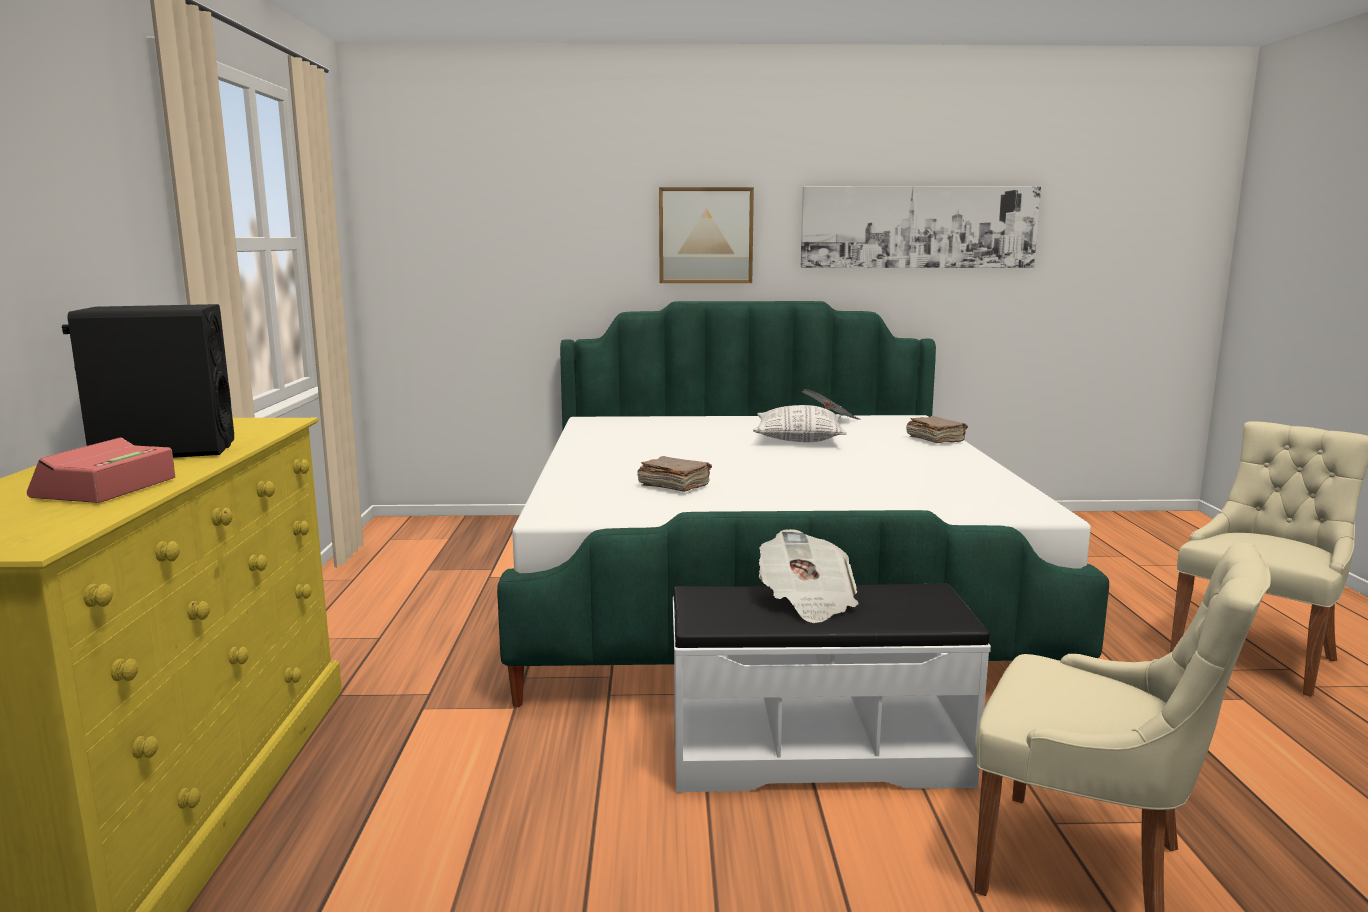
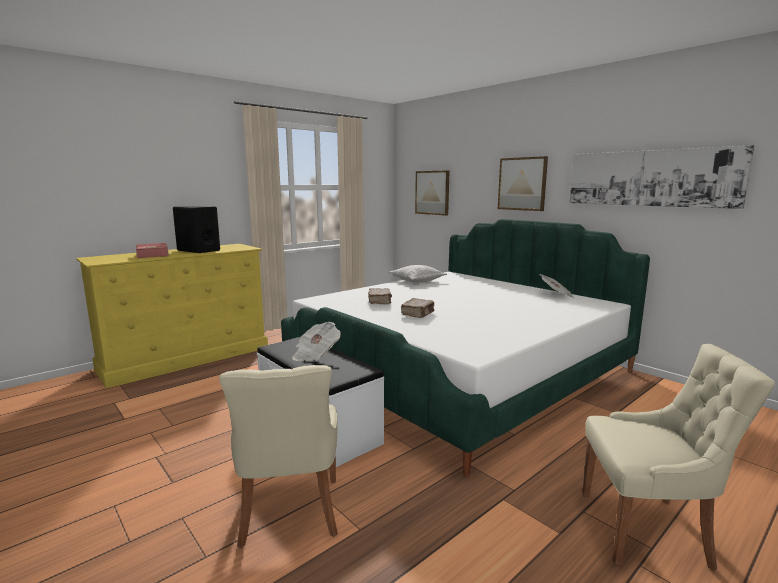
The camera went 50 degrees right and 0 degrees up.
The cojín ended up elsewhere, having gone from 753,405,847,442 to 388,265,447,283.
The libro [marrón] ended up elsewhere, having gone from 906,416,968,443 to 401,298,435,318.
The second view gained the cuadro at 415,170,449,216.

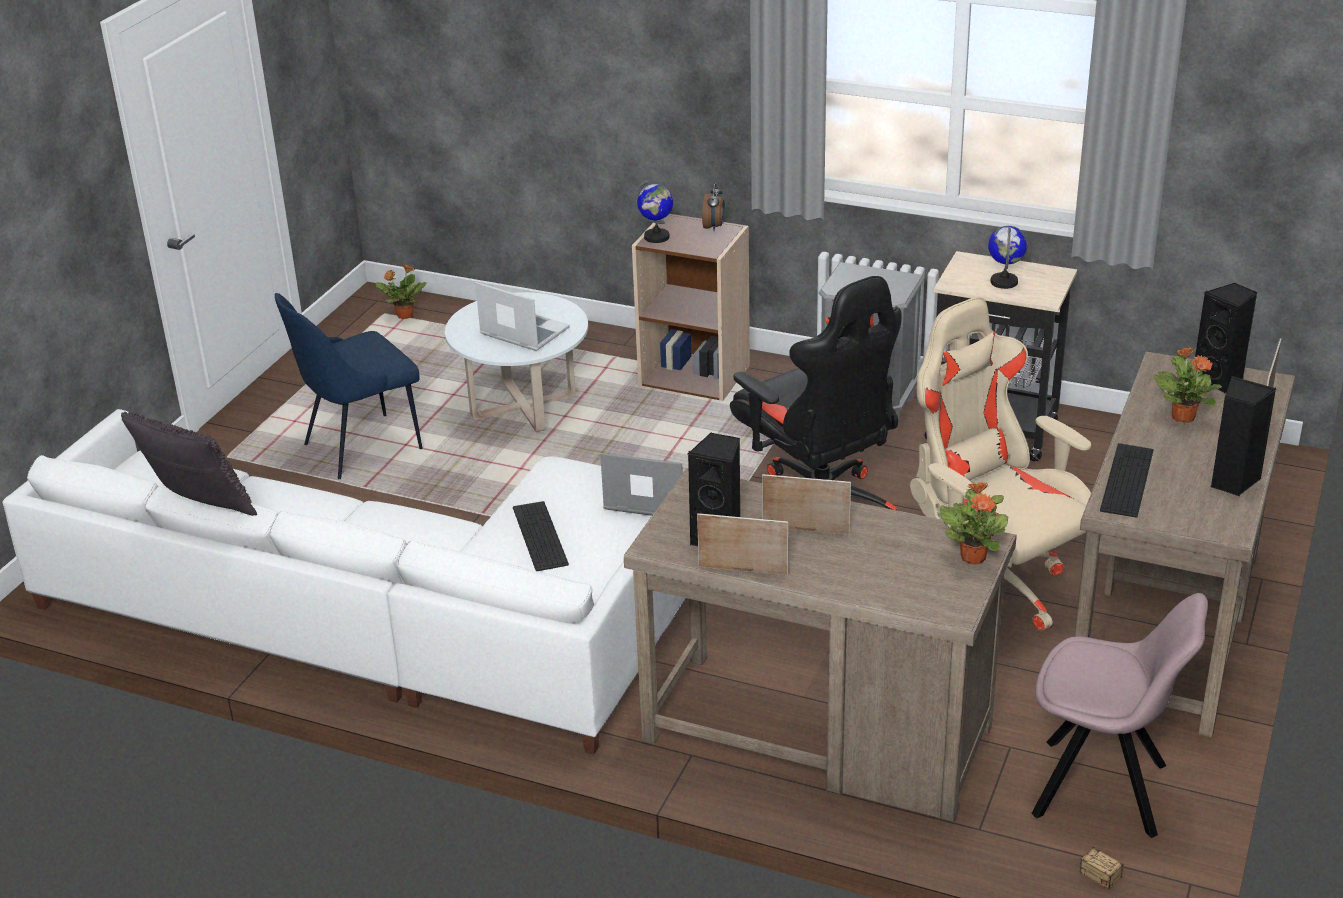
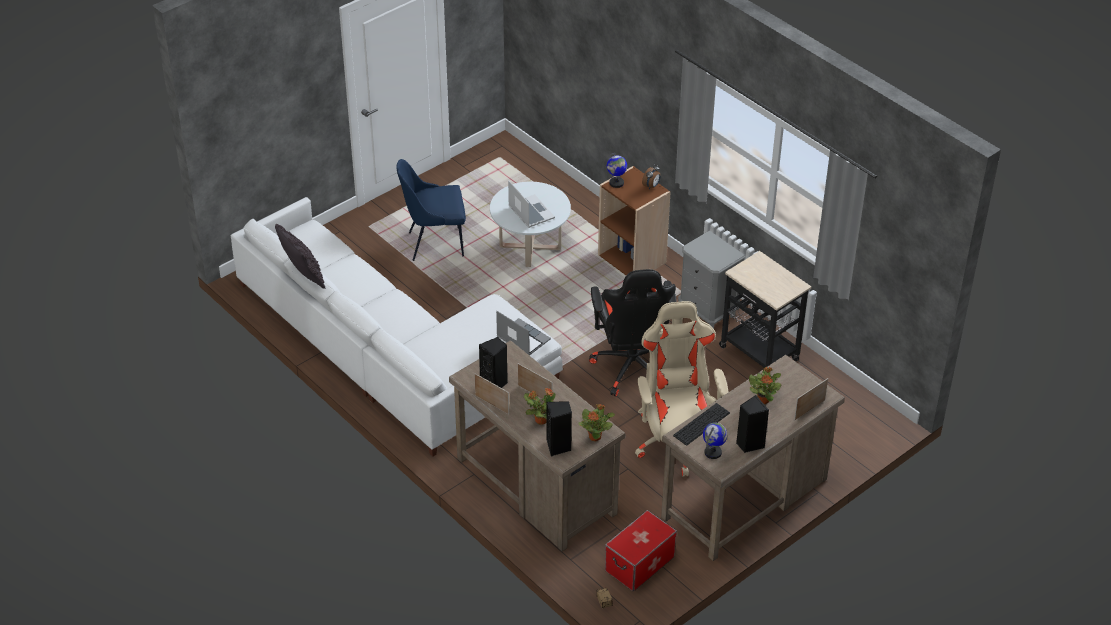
The camera went 25 degrees right and 10 degrees up.
The planta en maceta ended up elsewhere, having gone from 376,264,427,319 to 524,388,556,425.
The second view lost the teclado at 513,501,569,571.
The globo terráqueo ended up elsewhere, having gone from 988,226,1027,289 to 703,423,727,459.
Where the silla [rosa] stood at 1032,593,1208,838, the caja de almacenaje came to stand at 605,510,677,591.
The altavoz [negro] ended up elsewhere, having gone from 1192,283,1257,394 to 546,401,572,456.

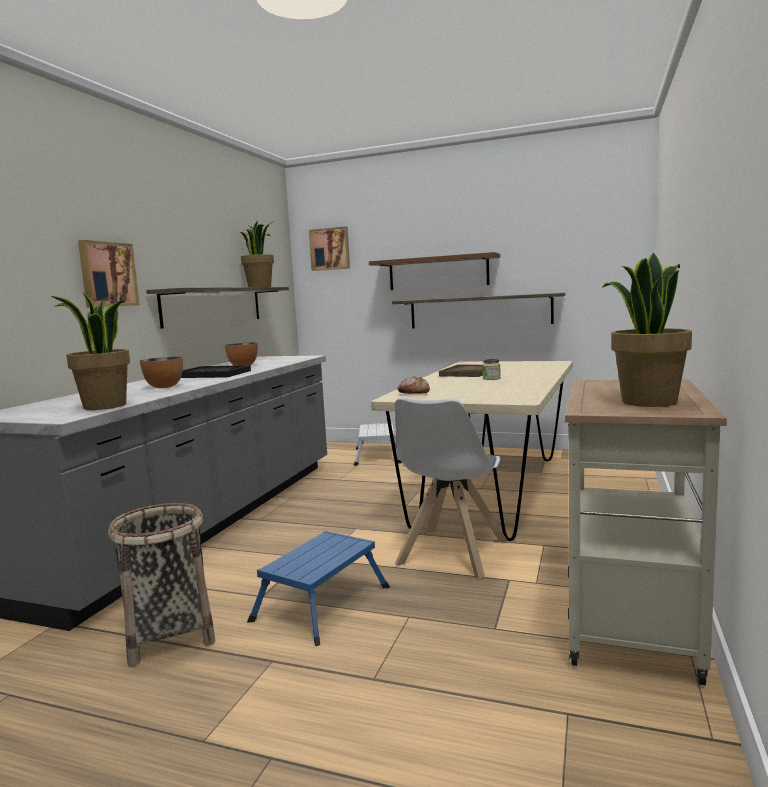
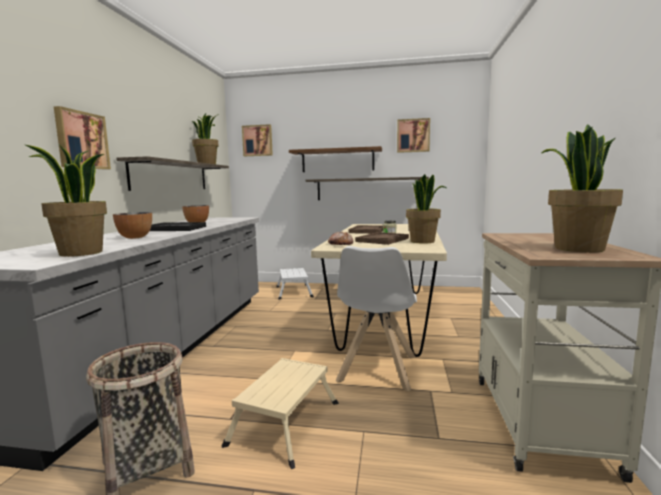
The camera went 10 degrees left and 0 degrees up.
What was the escalera de tijera [azul] at 247,531,390,646 turned into the escalera de tijera [beis] at 222,358,339,469.
The second view gained the bandeja [marrón] at 355,232,409,245.
The second view gained the cuadro at 397,118,430,153.
The second view gained the planta en maceta at 406,174,446,244.

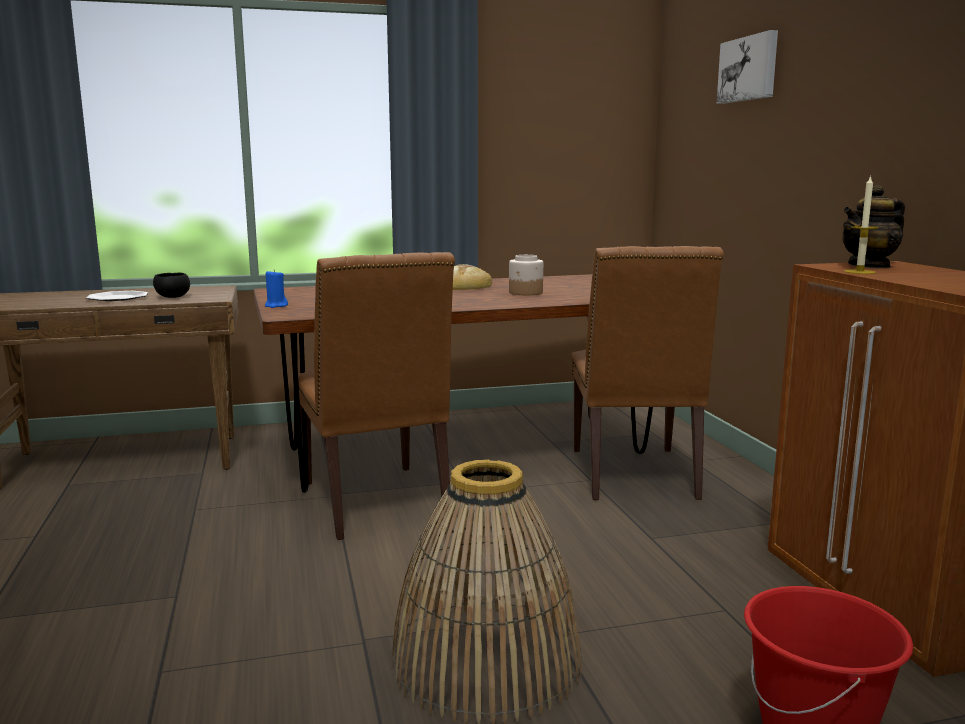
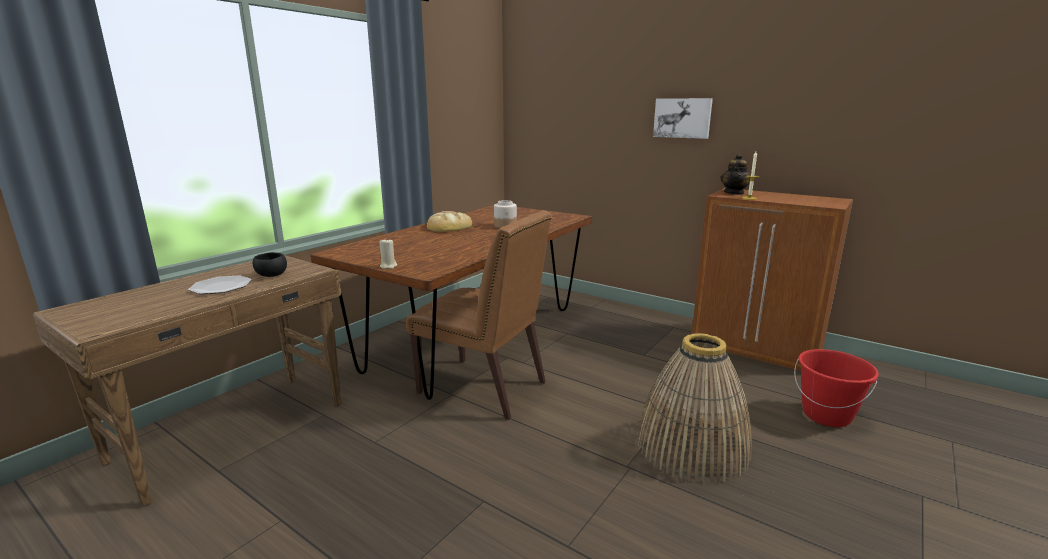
The camera went 40 degrees left and 5 degrees up.
What was the vela [azul] at 265,270,288,308 turned into the vela [beis] at 379,238,397,269.
The second view lost the silla [marrón] at 571,246,724,500.
The cuadro ended up elsewhere, having gone from 717,30,778,104 to 653,98,713,139.

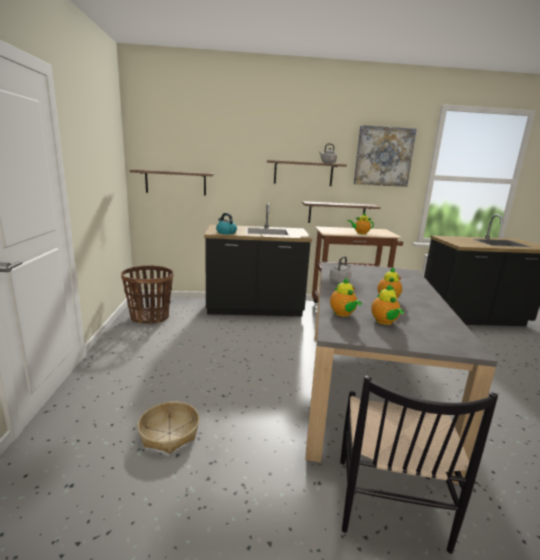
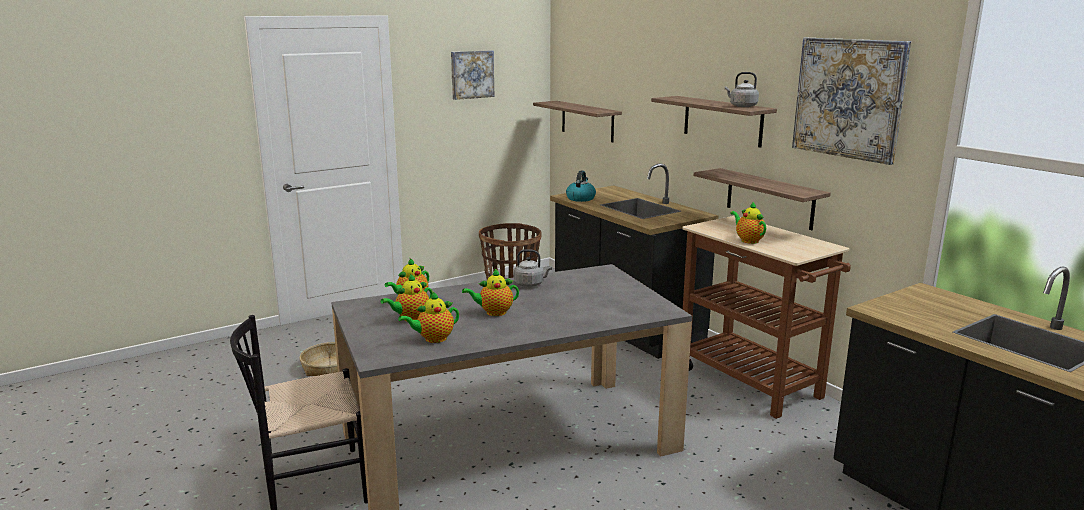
The camera went 60 degrees right and 0 degrees up.
The second view gained the tetera at 398,292,459,343.
The second view gained the cuadro at 451,50,494,100.

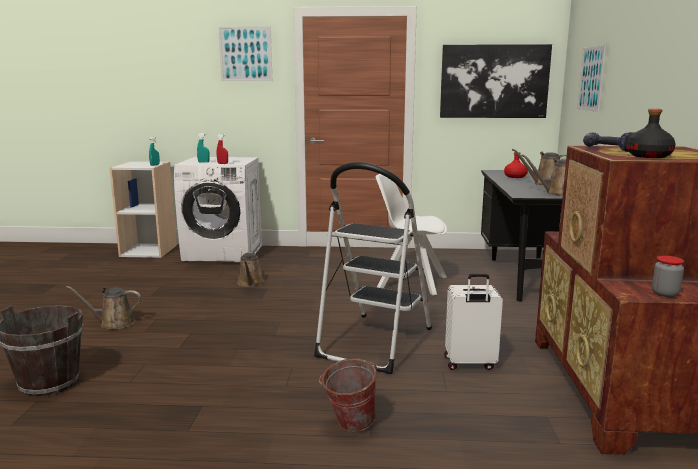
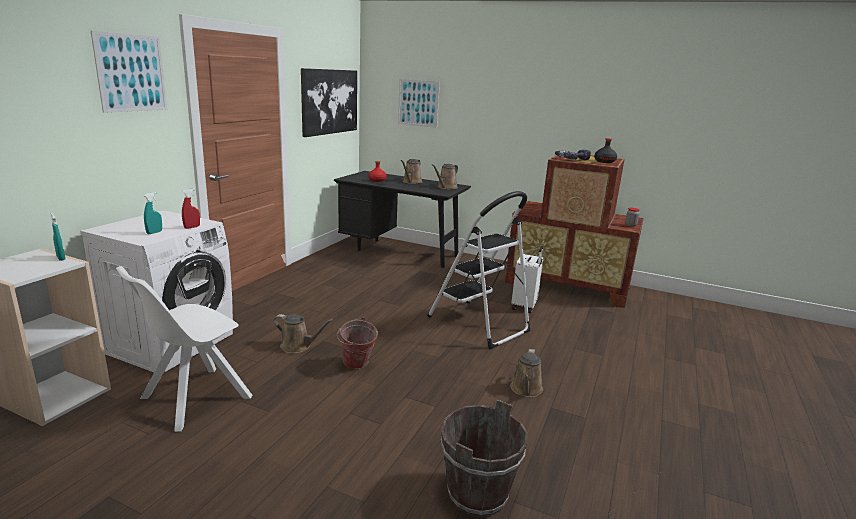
The camera went 70 degrees left and 5 degrees up.
The regadera [marrón] ended up elsewhere, having gone from 66,286,141,330 to 510,349,543,397.
The cubo ended up elsewhere, having gone from 319,358,377,432 to 337,318,378,369.
The silla [blanco] ended up elsewhere, having gone from 375,174,447,295 to 116,266,252,432.

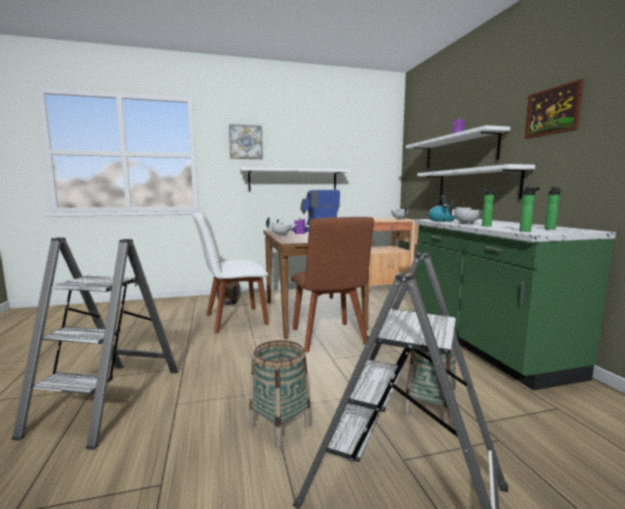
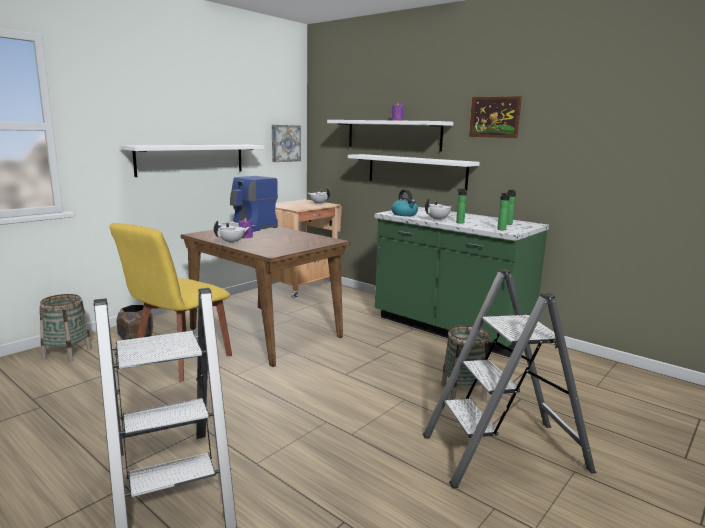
The camera went 35 degrees left and 5 degrees up.
What was the silla [blanco] at 192,212,269,333 turned into the silla [amarillo] at 110,223,232,382.
The cuadro ended up elsewhere, having gone from 229,124,263,159 to 272,125,301,162.
The cesta ended up elsewhere, having gone from 249,340,312,448 to 40,294,92,362.
The second view lost the silla [marrón] at 291,217,374,353.

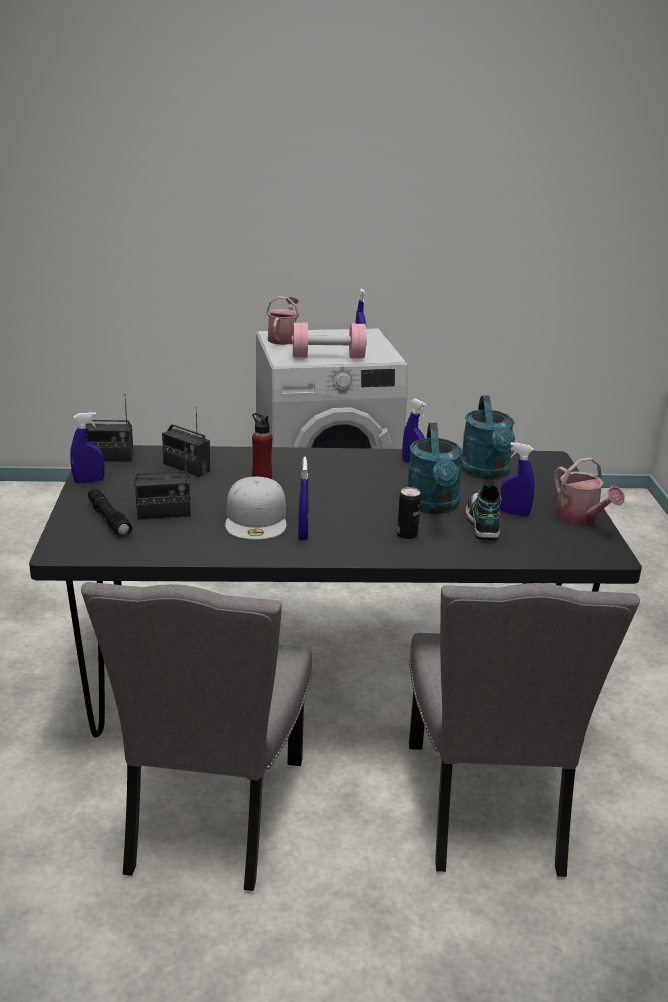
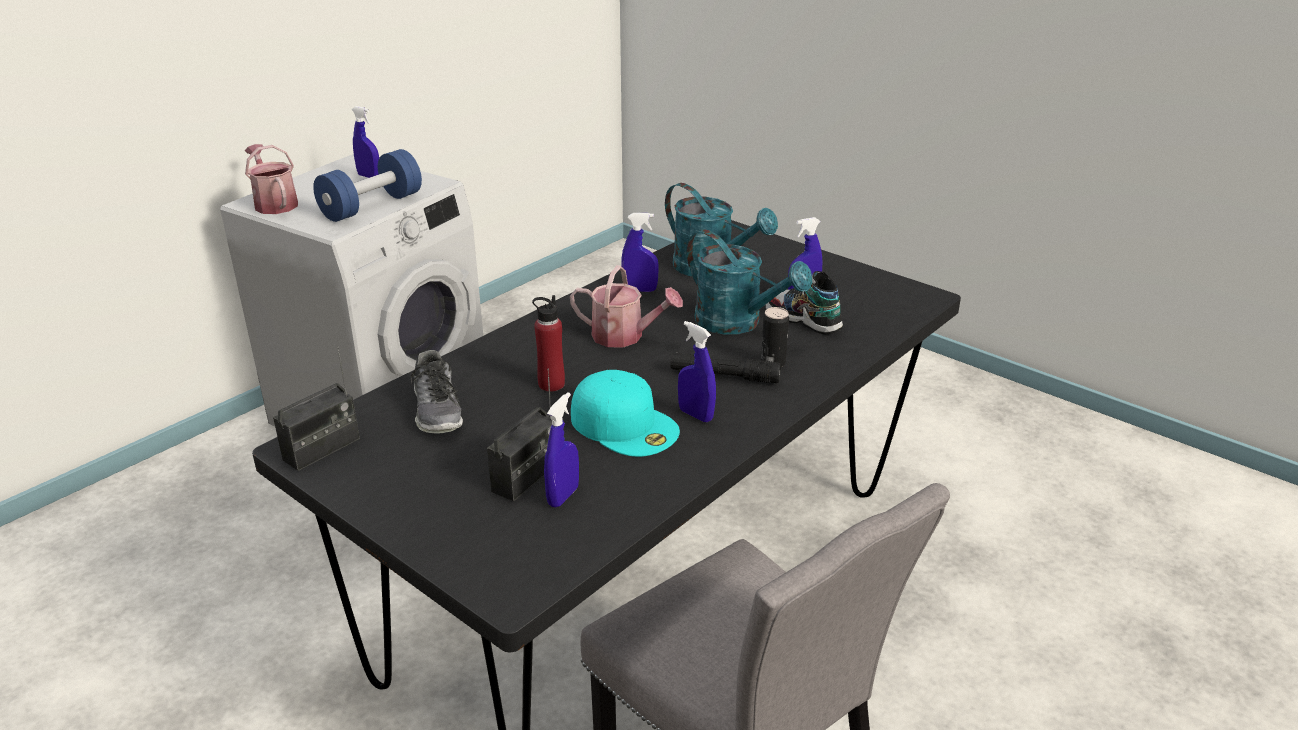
The camera went 45 degrees left and 5 degrees up.
The pulverizador [azul] ended up elsewhere, having gone from 70,412,105,483 to 544,392,579,508.
The linterna [negro] ended up elsewhere, having gone from 88,489,132,538 to 670,353,781,383.
Where the radio stood at 162,407,210,477, the zapato came to stand at 411,350,463,434.
What was the gorra [blanco] at 225,476,287,540 turned into the gorra [turquesa] at 571,370,680,457.
What was the mancuerna [rosa] at 291,323,367,358 turned into the mancuerna [azul] at 313,149,422,222.
The second view lost the silla [gris] at 409,583,640,877.
The regadera ended up elsewhere, having gone from 554,457,624,525 to 570,265,683,347.

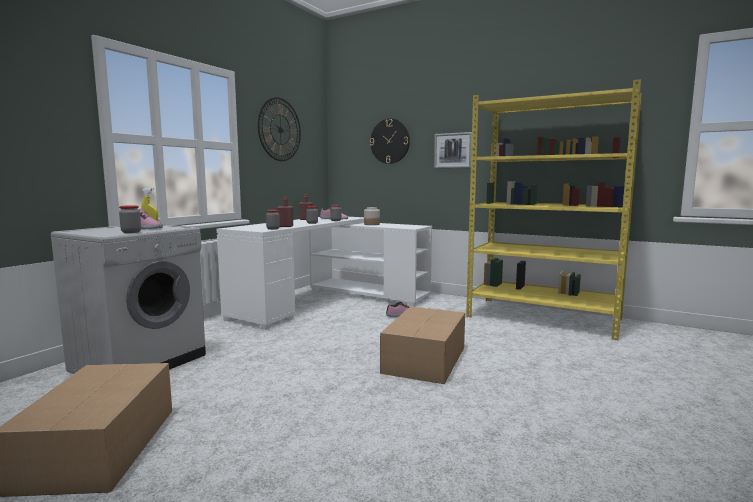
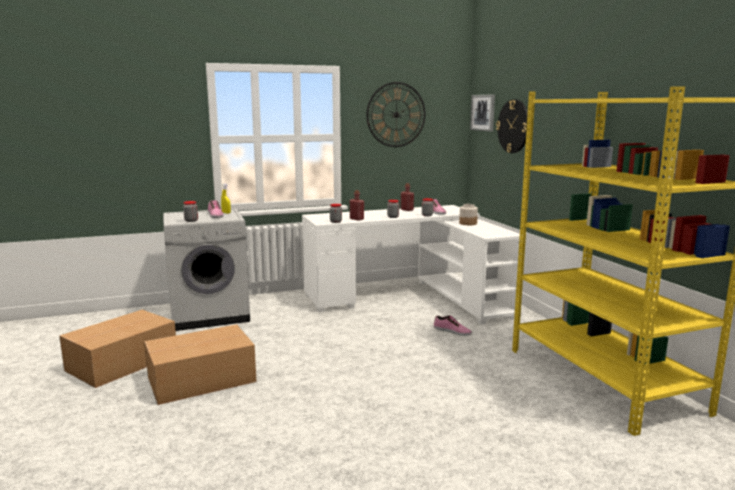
The camera went 40 degrees right and 5 degrees up.
The caja de cartón ended up elsewhere, having gone from 380,307,465,384 to 144,324,257,405.
The cuadro ended up elsewhere, having gone from 434,132,472,169 to 470,94,495,132.

